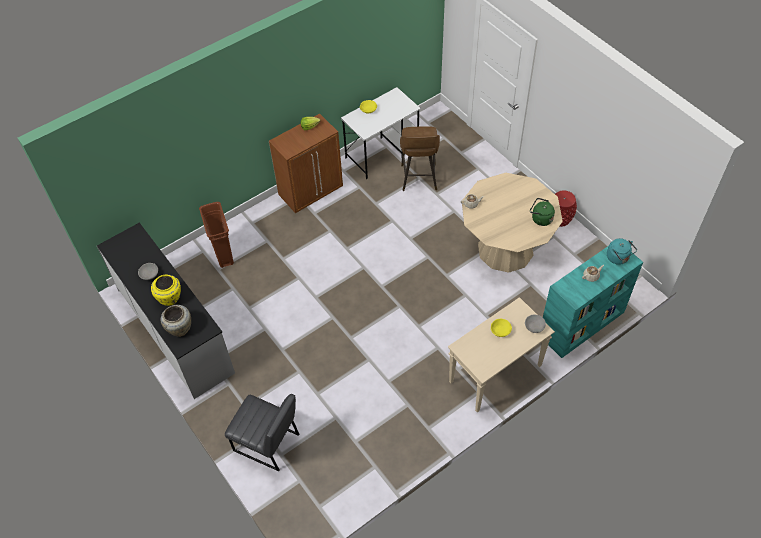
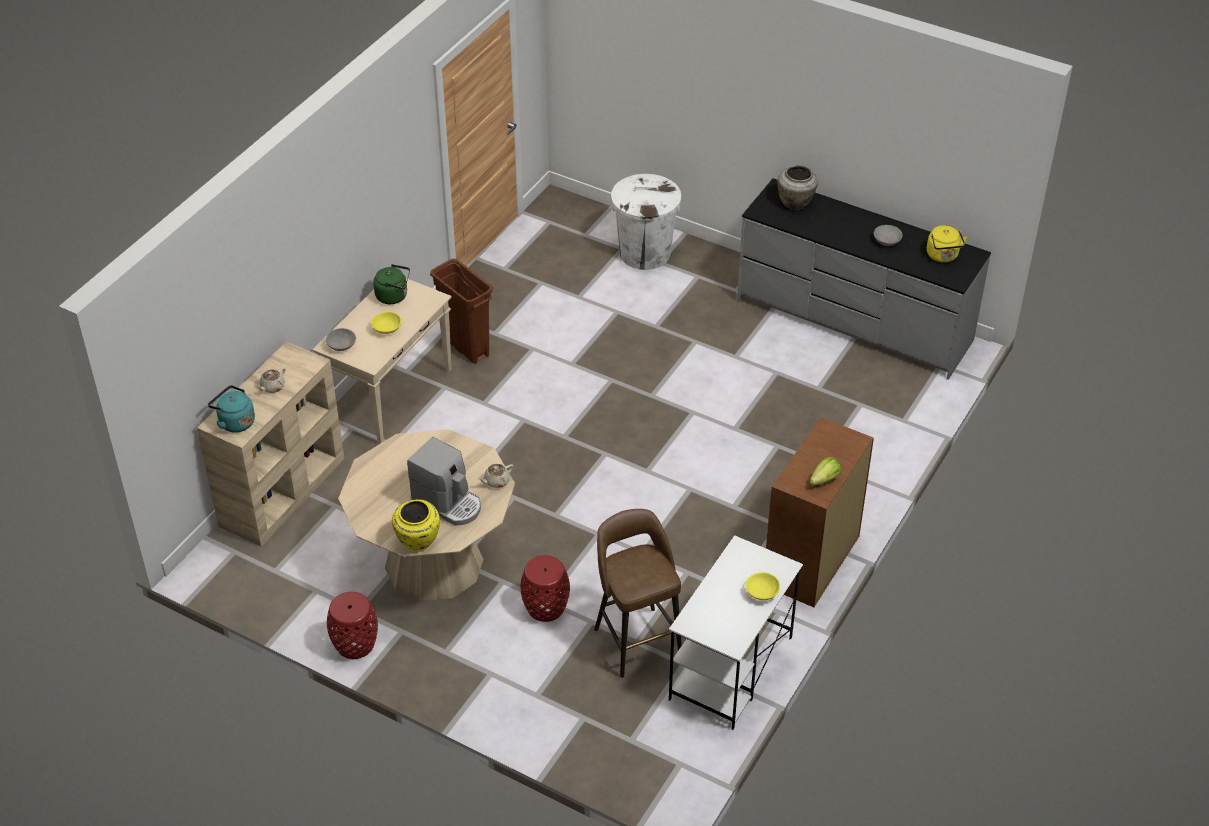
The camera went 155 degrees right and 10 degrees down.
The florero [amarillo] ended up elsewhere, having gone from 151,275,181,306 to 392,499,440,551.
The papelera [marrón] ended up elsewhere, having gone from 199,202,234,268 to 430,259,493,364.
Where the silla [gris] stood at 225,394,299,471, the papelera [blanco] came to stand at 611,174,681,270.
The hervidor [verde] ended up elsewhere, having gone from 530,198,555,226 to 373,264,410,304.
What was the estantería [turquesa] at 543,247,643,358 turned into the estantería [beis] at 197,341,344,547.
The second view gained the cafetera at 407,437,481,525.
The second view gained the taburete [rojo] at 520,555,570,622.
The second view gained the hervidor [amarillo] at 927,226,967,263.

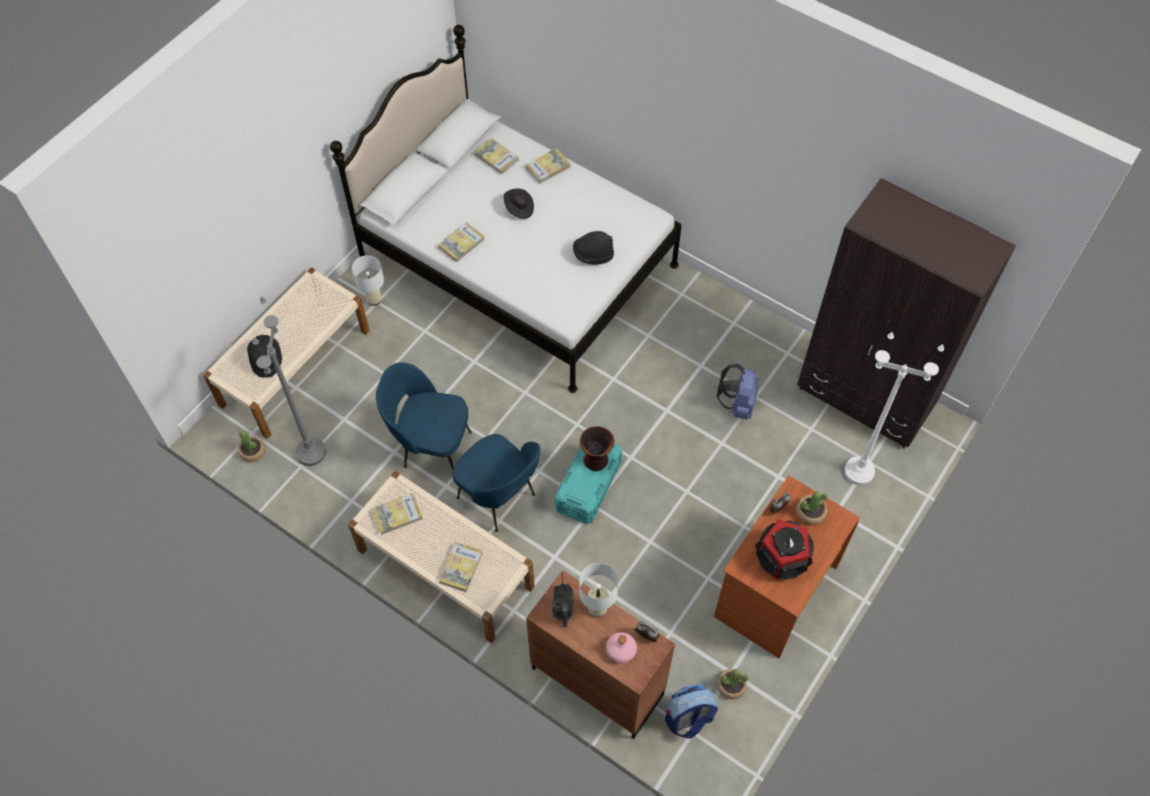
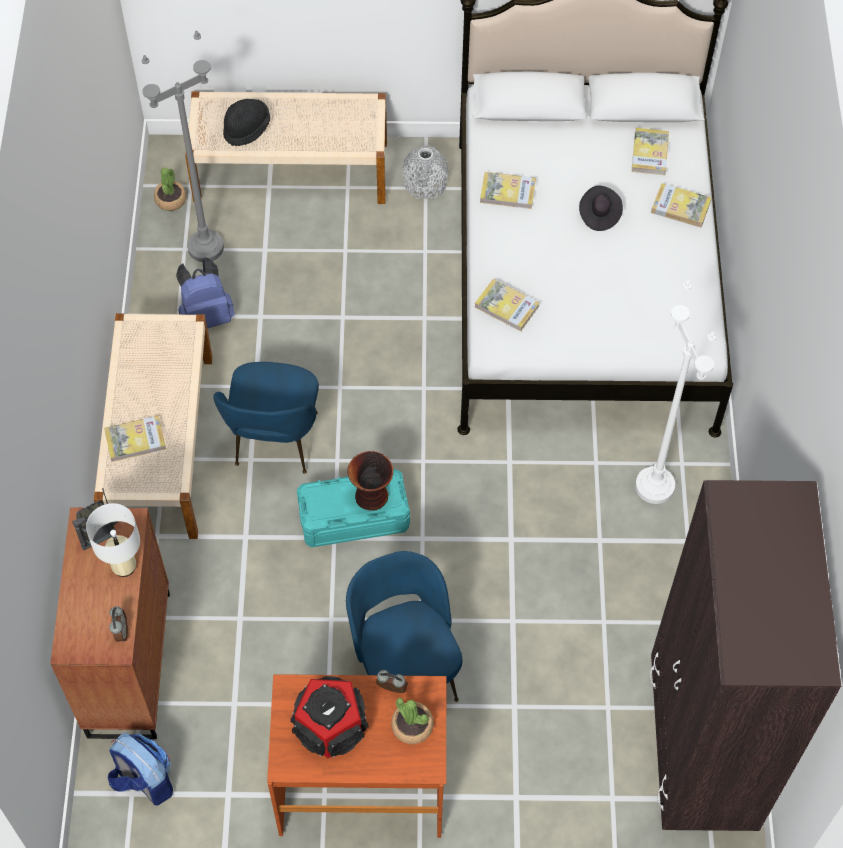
The camera went 55 degrees right and 0 degrees up.
Where the lámpara de mesa [blanco] stood at 352,255,384,306, the florero [gris] came to stand at 403,145,448,200.
The libro ended up elsewhere, having gone from 372,493,423,535 to 475,279,539,332.
The silla [azul] ended up elsewhere, having gone from 376,362,472,470 to 346,551,462,702.
The second view lost the sombrero [negro] at 573,231,614,265.
The second view lost the botella [rosa] at 606,632,637,663.
The mochila [azul] ended up elsewhere, having gone from 717,364,759,419 to 176,257,235,332.
The second view lost the planta en maceta at 717,669,748,700.
The lámpara de pie [blanco] ended up elsewhere, having gone from 844,332,944,485 to 635,280,716,504.

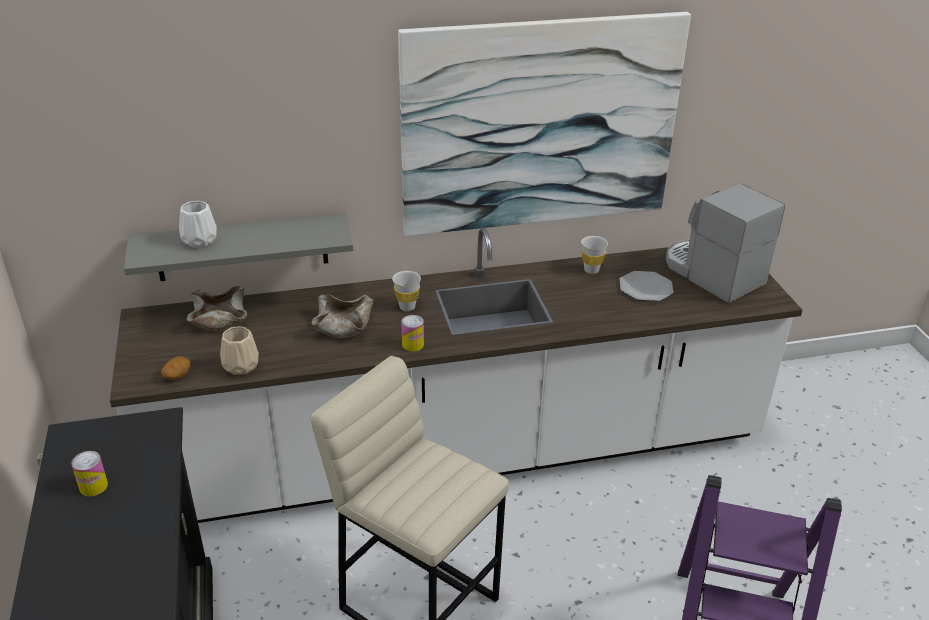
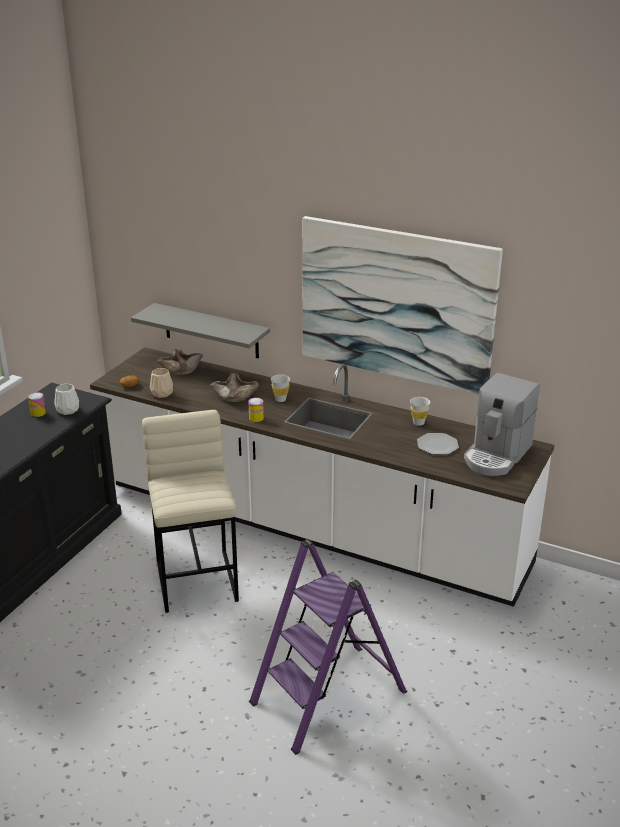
The camera went 40 degrees right and 5 degrees down.
The florero [blanco] ended up elsewhere, having gone from 179,201,217,248 to 54,384,79,415.
The cafetera at 666,184,785,303 ended up facing another way, 150 degrees counterclockwise from before.

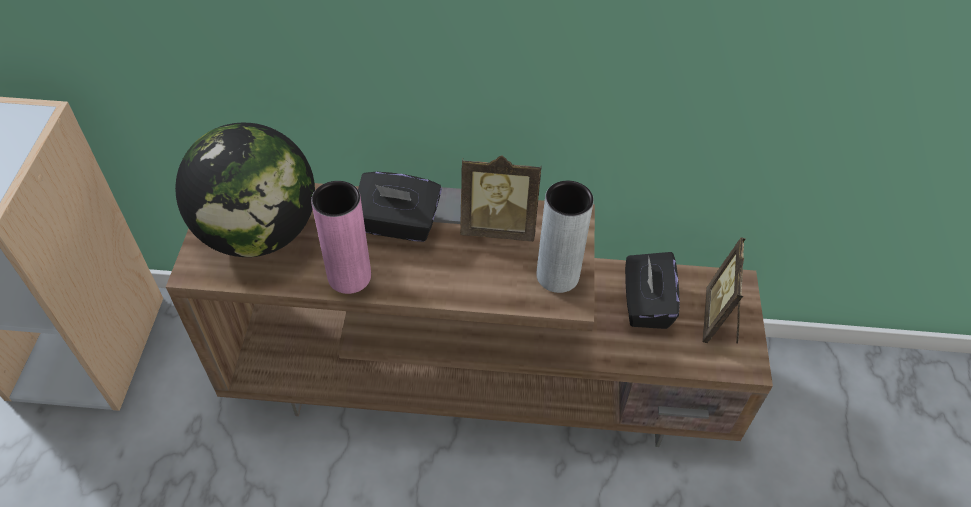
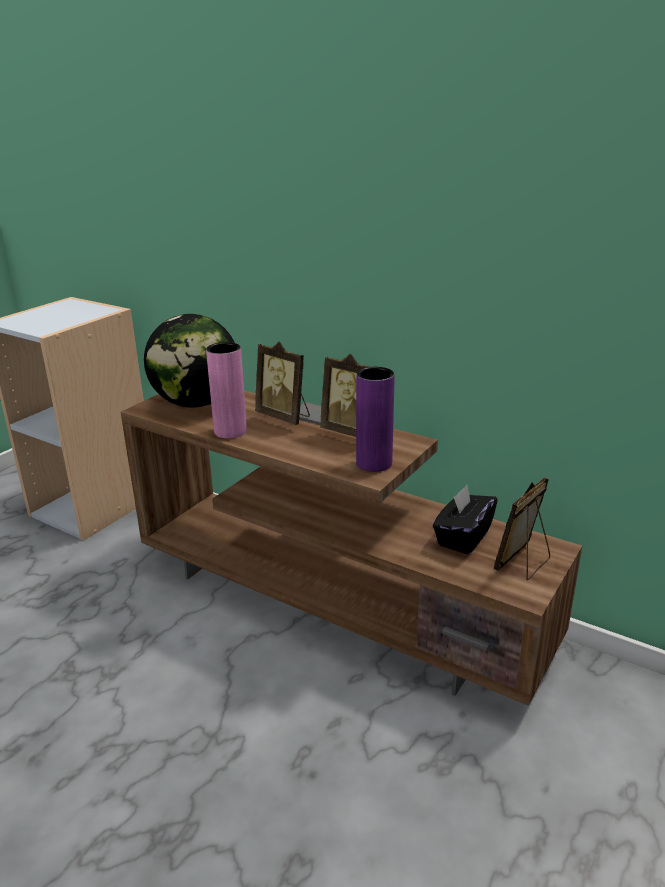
The camera went 30 degrees right and 25 degrees down.
Where the caja de pañuelos [negro] stood at 358,172,442,242, the portarretratos came to stand at 255,341,310,425.
What was the florero [gris] at 537,181,594,293 turned into the florero [morado] at 356,367,395,472.

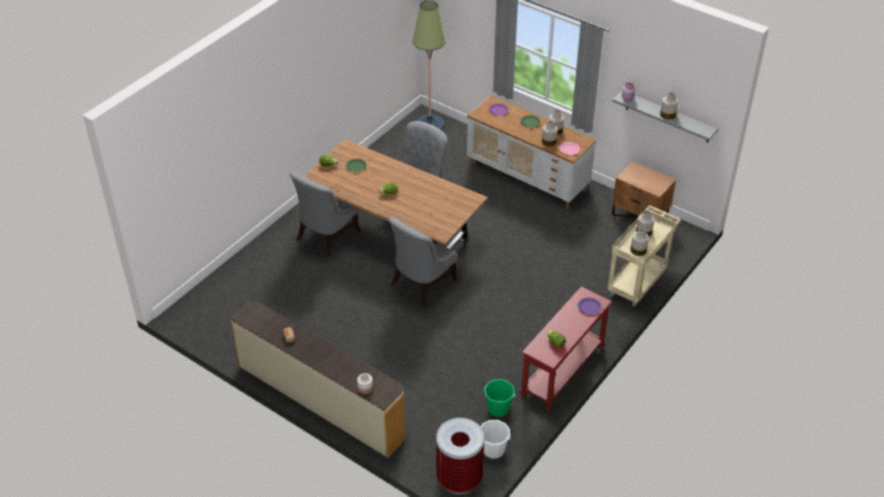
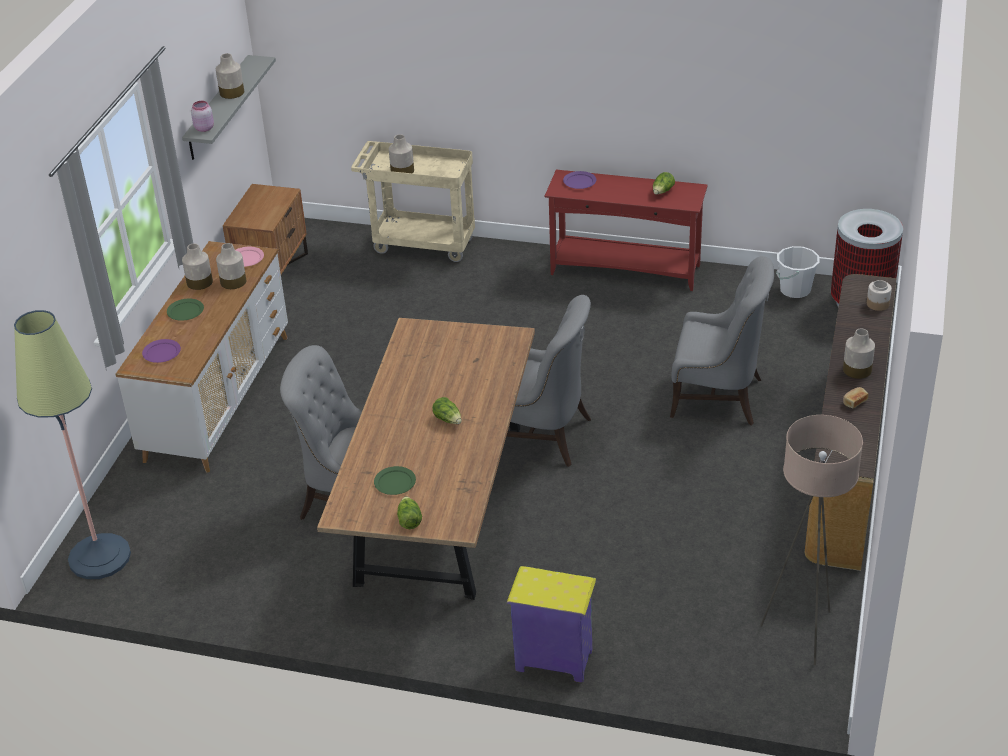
The camera went 110 degrees left and 5 degrees down.
The silla [gris] ended up elsewhere, having gone from 289,172,360,257 to 670,256,774,426.
The second view lost the cubo [verde] at 484,379,515,417.
The florero [beis] ended up elsewhere, having gone from 630,228,649,256 to 843,328,875,379.
The second view gained the mesita de noche at 507,566,596,683.
The second view gained the lámpara de pie [beis] at 760,415,863,665.

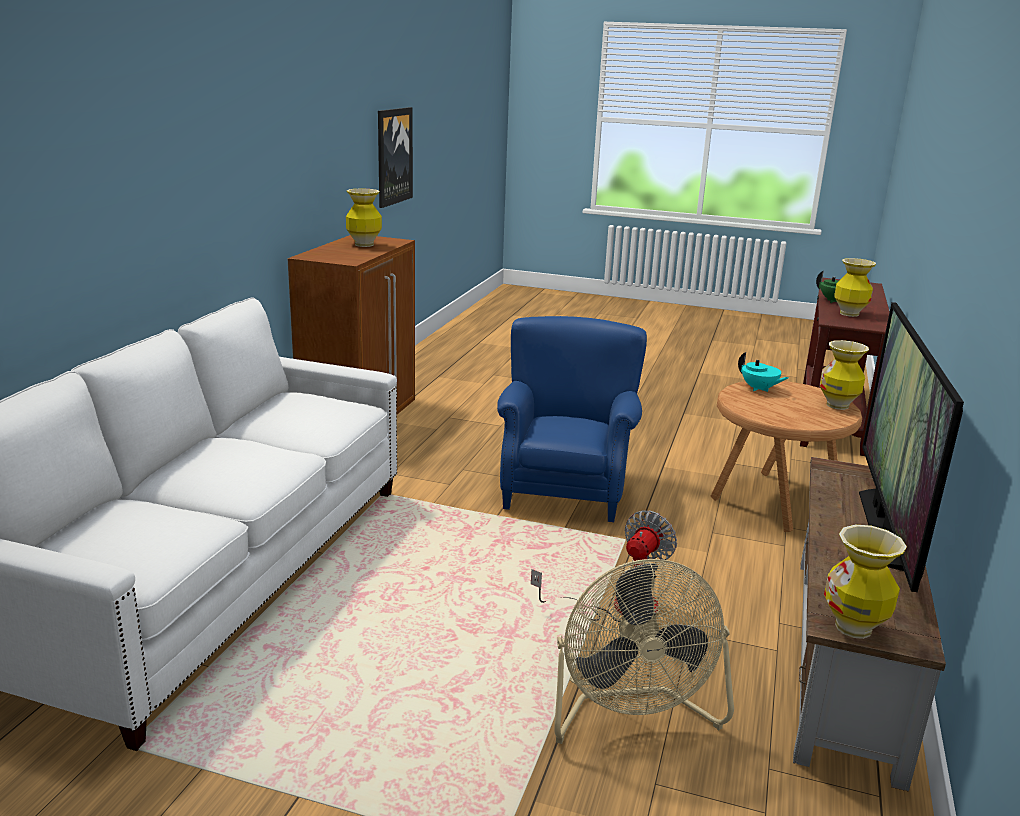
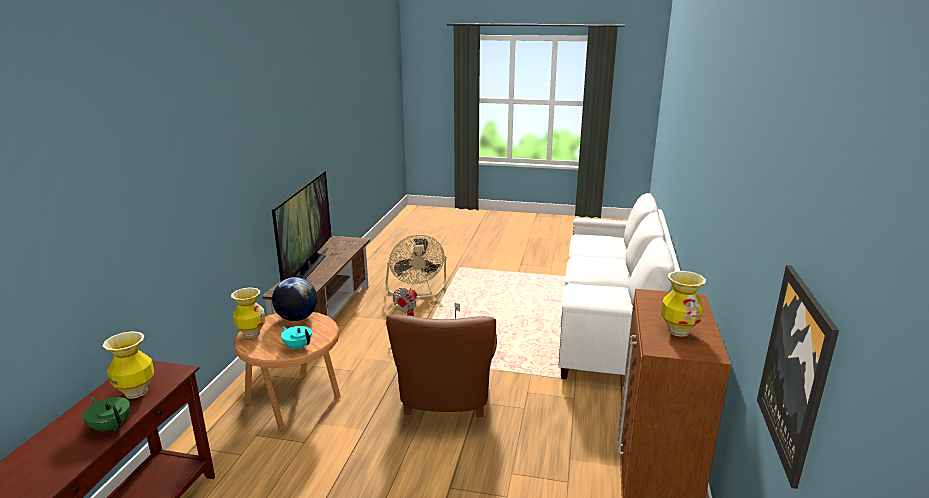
The camera went 175 degrees right and 0 degrees up.
What was the sillón [azul] at 497,316,647,522 turned into the sillón [marrón] at 386,314,497,417.
The second view lost the florero at 824,525,907,639.
The second view gained the globo terráqueo at 272,277,317,321.

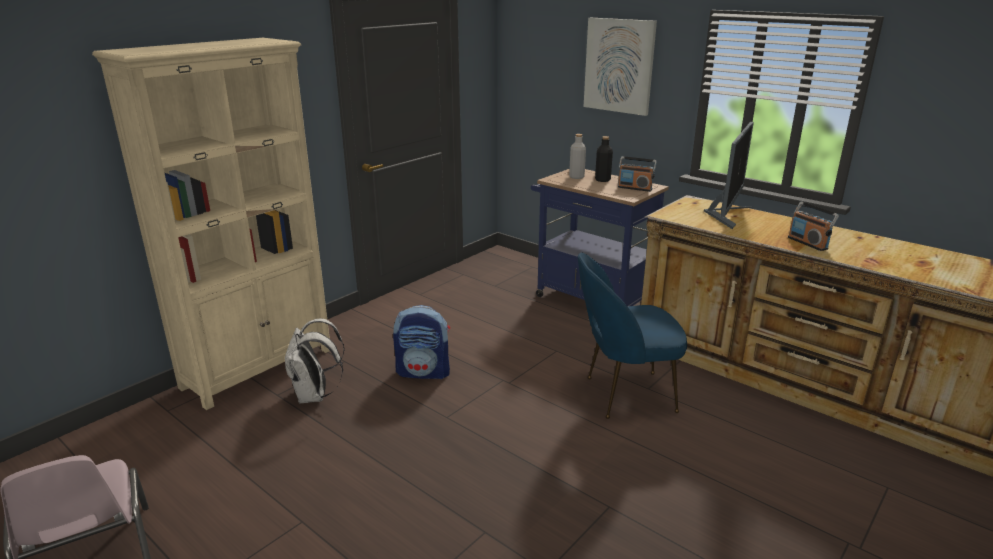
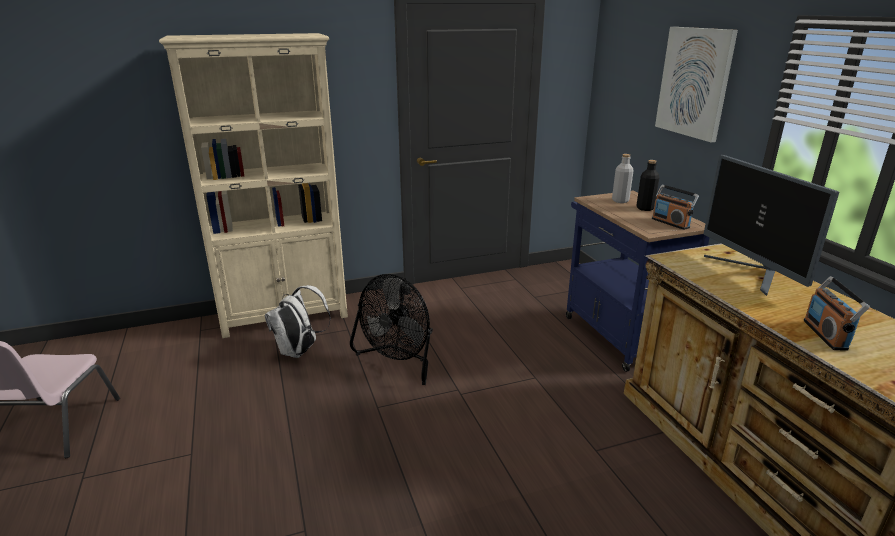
The camera went 30 degrees right and 0 degrees up.
Where the mochila stood at 393,305,450,379, the ventilador [negro] came to stand at 350,274,433,385.
The second view lost the silla [azul] at 578,253,687,419.
The monitor at 704,122,754,229 ended up facing another way, 105 degrees clockwise from before.

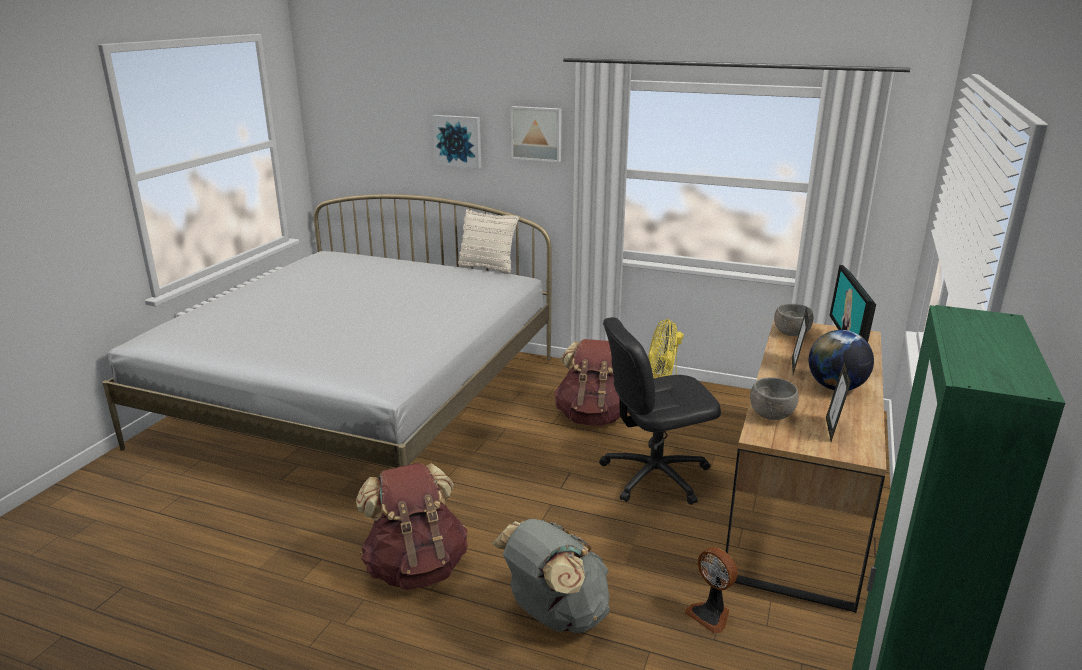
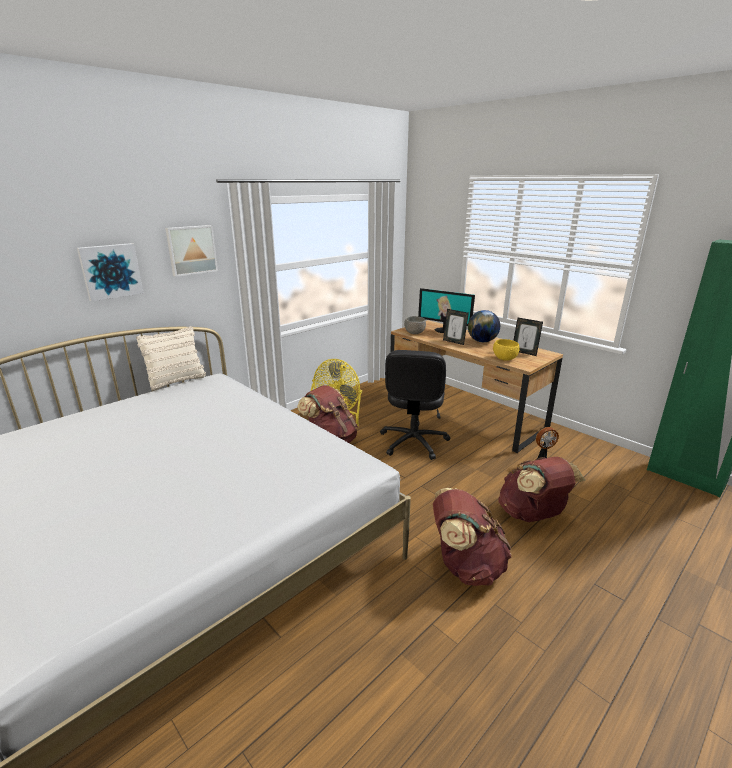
The camera went 65 degrees left and 0 degrees up.
What was the mochila [gris] at 492,519,610,633 turned into the mochila [marrón] at 498,457,585,522.
What was the cuenco [gris] at 750,378,799,420 turned into the cuenco [amarillo] at 493,339,520,361.

